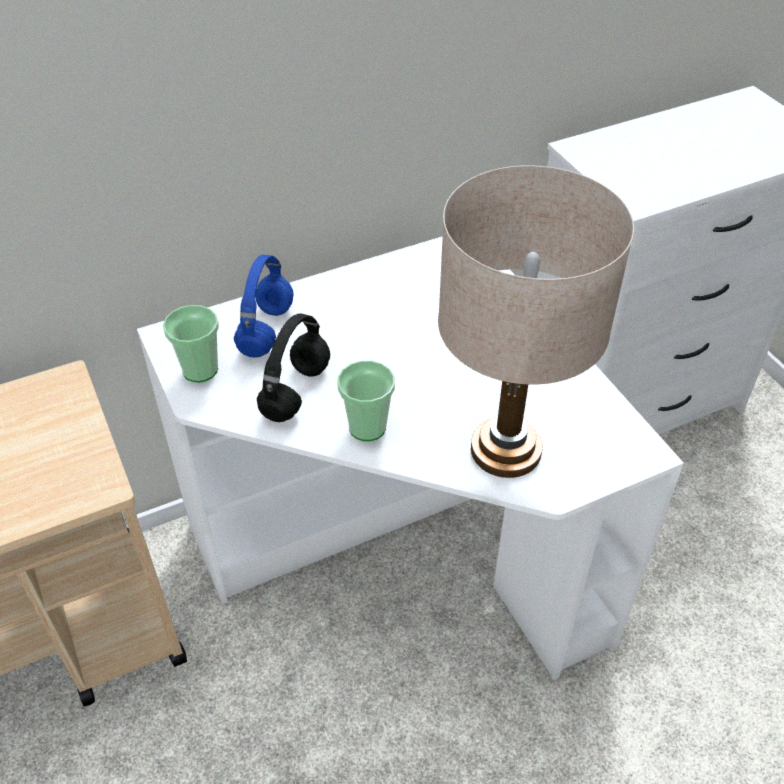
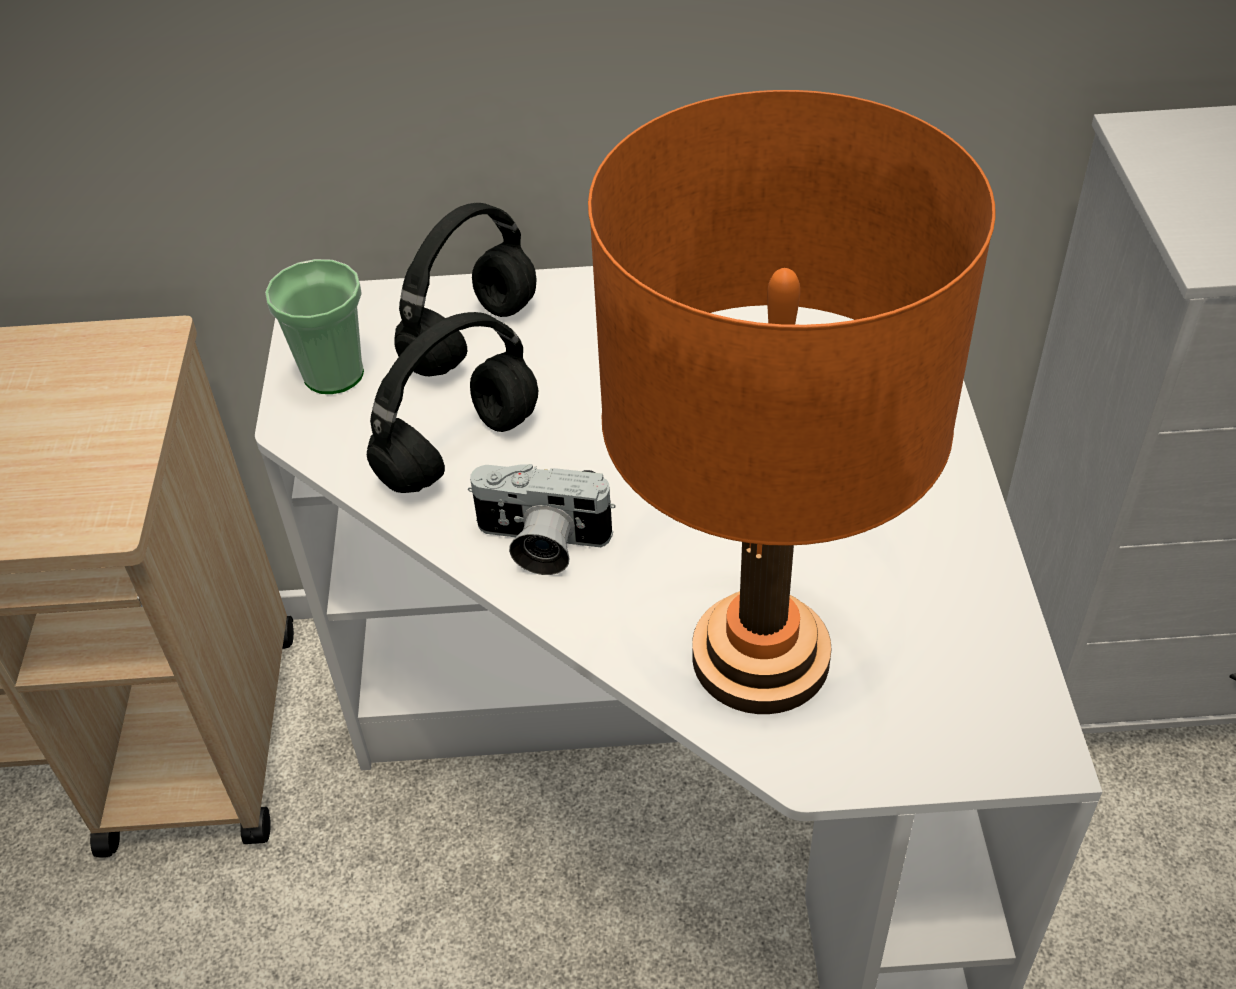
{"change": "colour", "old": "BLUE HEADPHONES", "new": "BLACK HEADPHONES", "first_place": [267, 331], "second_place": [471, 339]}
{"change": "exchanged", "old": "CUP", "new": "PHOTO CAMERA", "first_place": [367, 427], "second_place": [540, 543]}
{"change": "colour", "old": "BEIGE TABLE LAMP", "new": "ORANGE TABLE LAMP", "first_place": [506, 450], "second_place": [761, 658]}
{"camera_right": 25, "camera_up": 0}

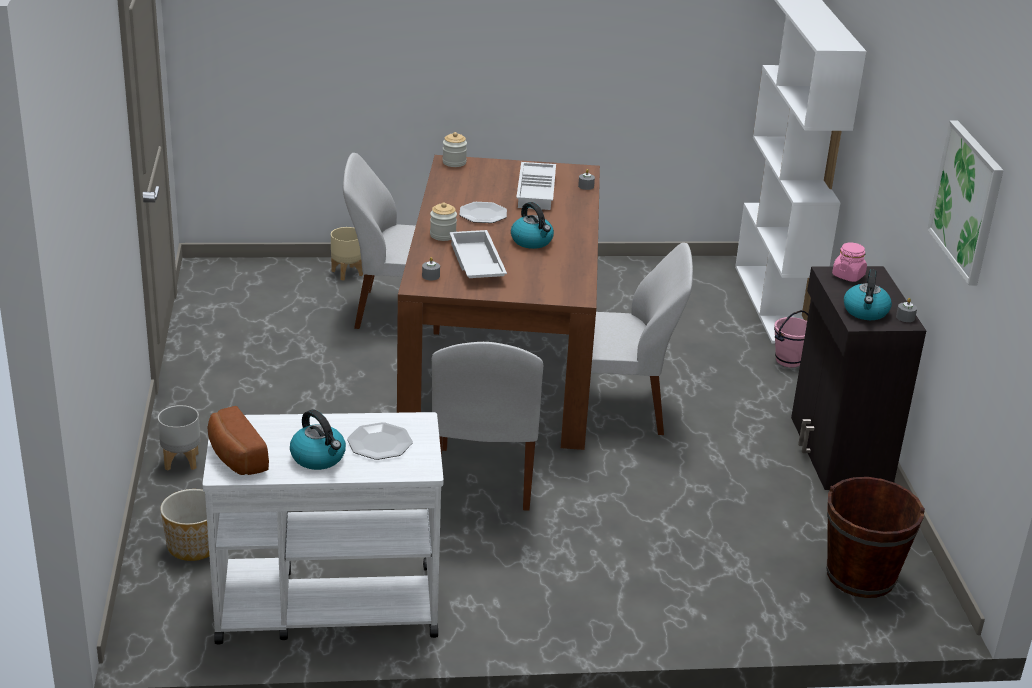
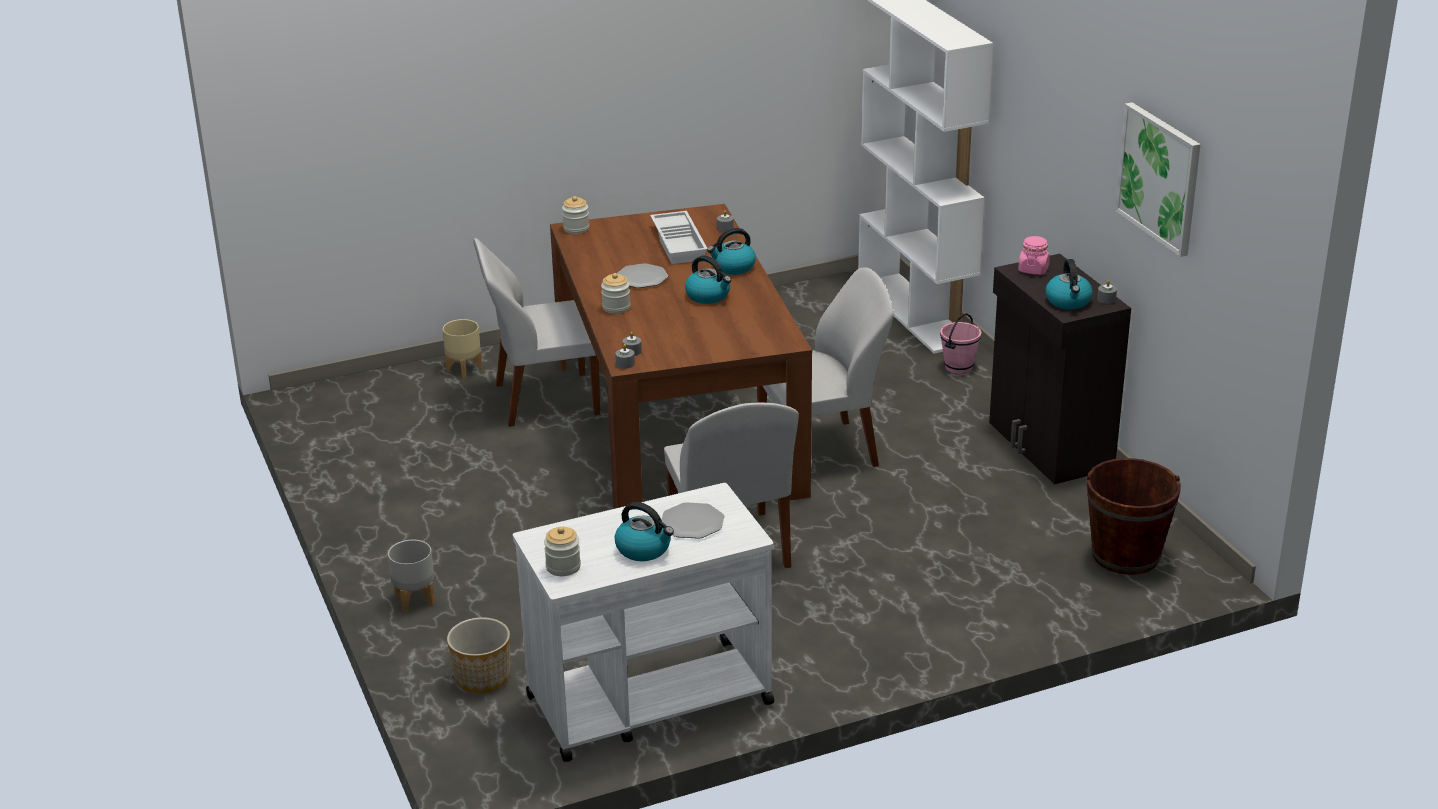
{"change": "exchanged", "old": "BREAD", "new": "JAR", "first_place": [234, 457], "second_place": [563, 567]}
{"change": "appeared", "new": "GREY CANDLE", "second_place": [625, 364]}
{"change": "appeared", "new": "KETTLE", "second_place": [733, 267]}
{"change": "missing", "old": "WHITE TRAY", "first_place": [475, 263]}
{"camera_right": -15, "camera_up": 0}

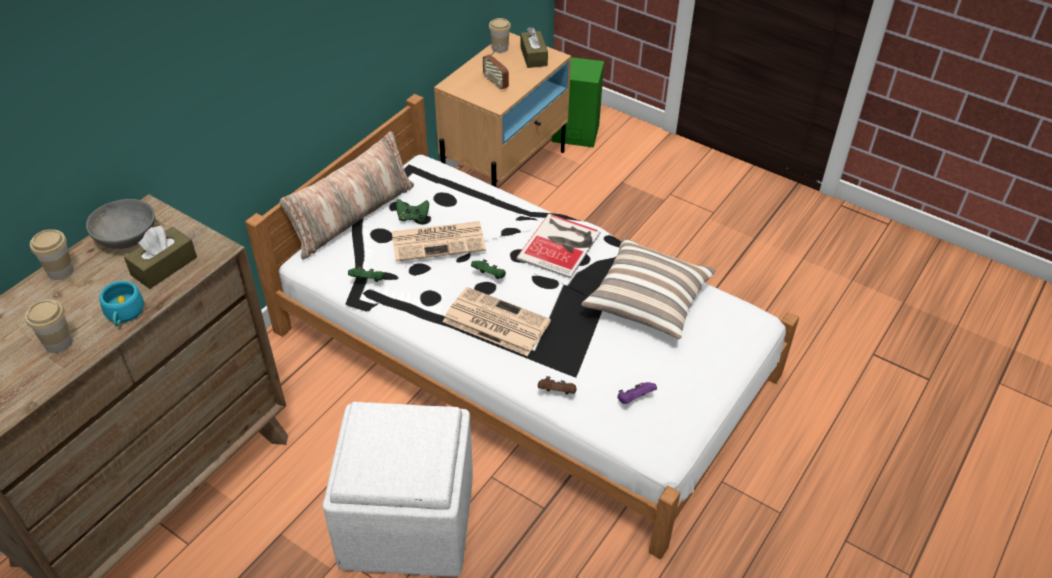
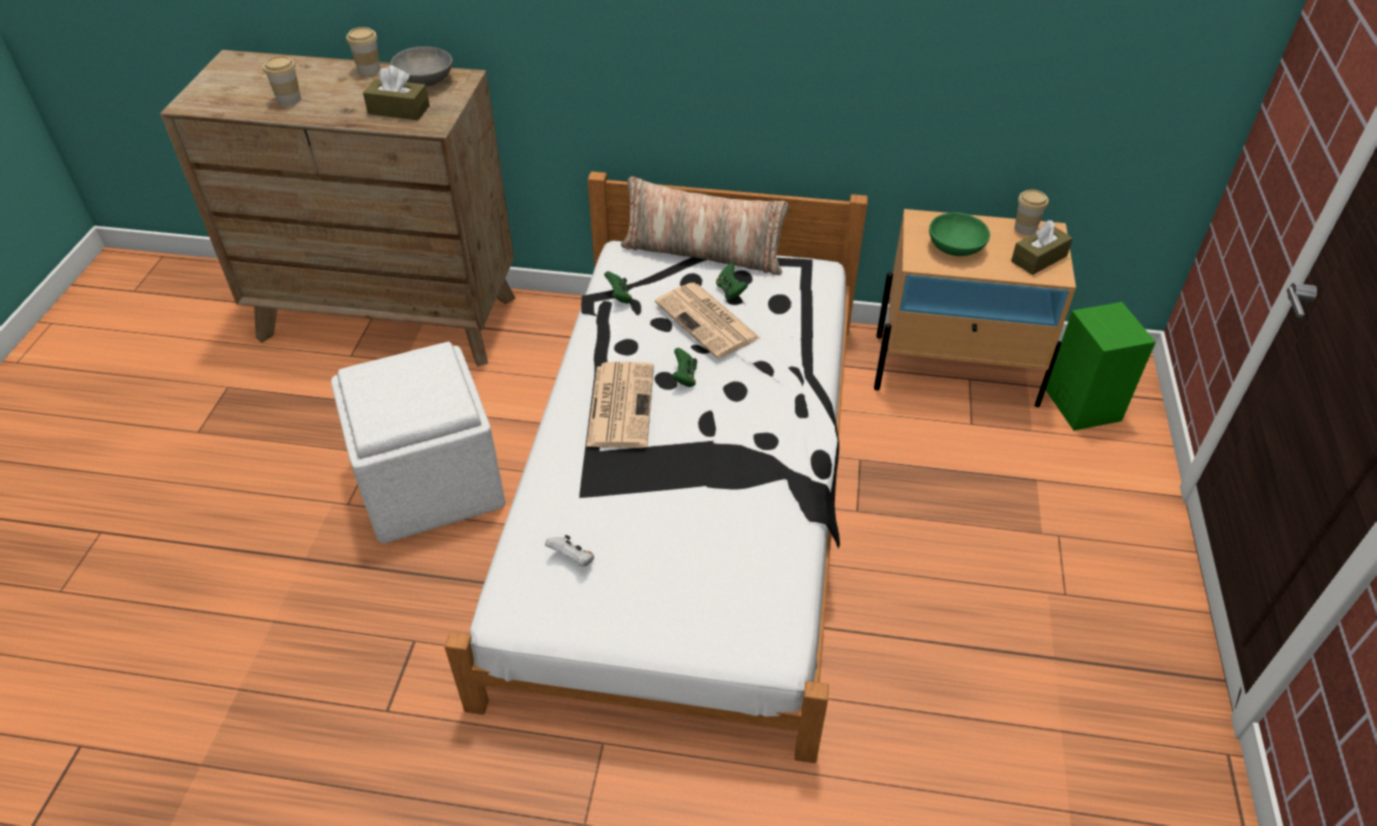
{"change": "colour", "old": "PURPLE GAME CONTROLLER", "new": "WHITE GAME CONTROLLER", "first_place": [634, 399], "second_place": [572, 559]}
{"change": "exchanged", "old": "RADIO", "new": "GREEN BOWL", "first_place": [496, 83], "second_place": [956, 248]}
{"change": "missing", "old": "TURQUOISE CUP", "first_place": [124, 314]}
{"change": "missing", "old": "BOOK", "first_place": [561, 245]}
{"change": "missing", "old": "BROWN GAME CONTROLLER", "first_place": [557, 393]}
{"change": "missing", "old": "PILLOW", "first_place": [647, 302]}
{"camera_right": 65, "camera_up": 0}

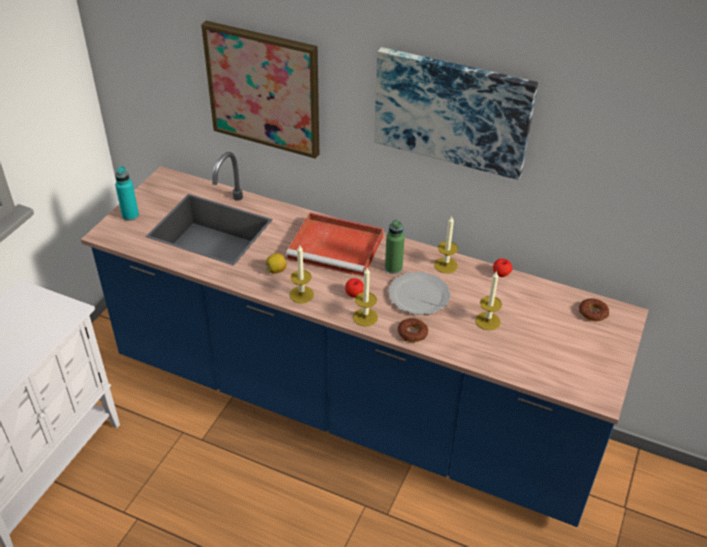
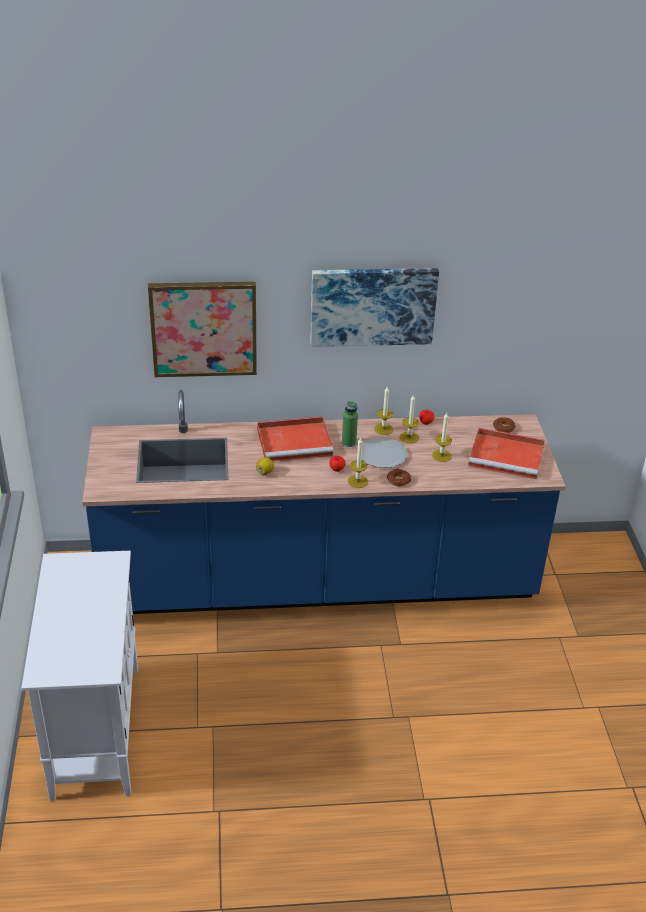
{"change": "relocated", "old": "CANDLE", "first_place": [301, 294], "second_place": [409, 437]}
{"change": "appeared", "new": "RED TRAY", "second_place": [508, 456]}
{"change": "missing", "old": "TURQUOISE BOTTLE", "first_place": [130, 215]}
{"camera_right": -30, "camera_up": -5}

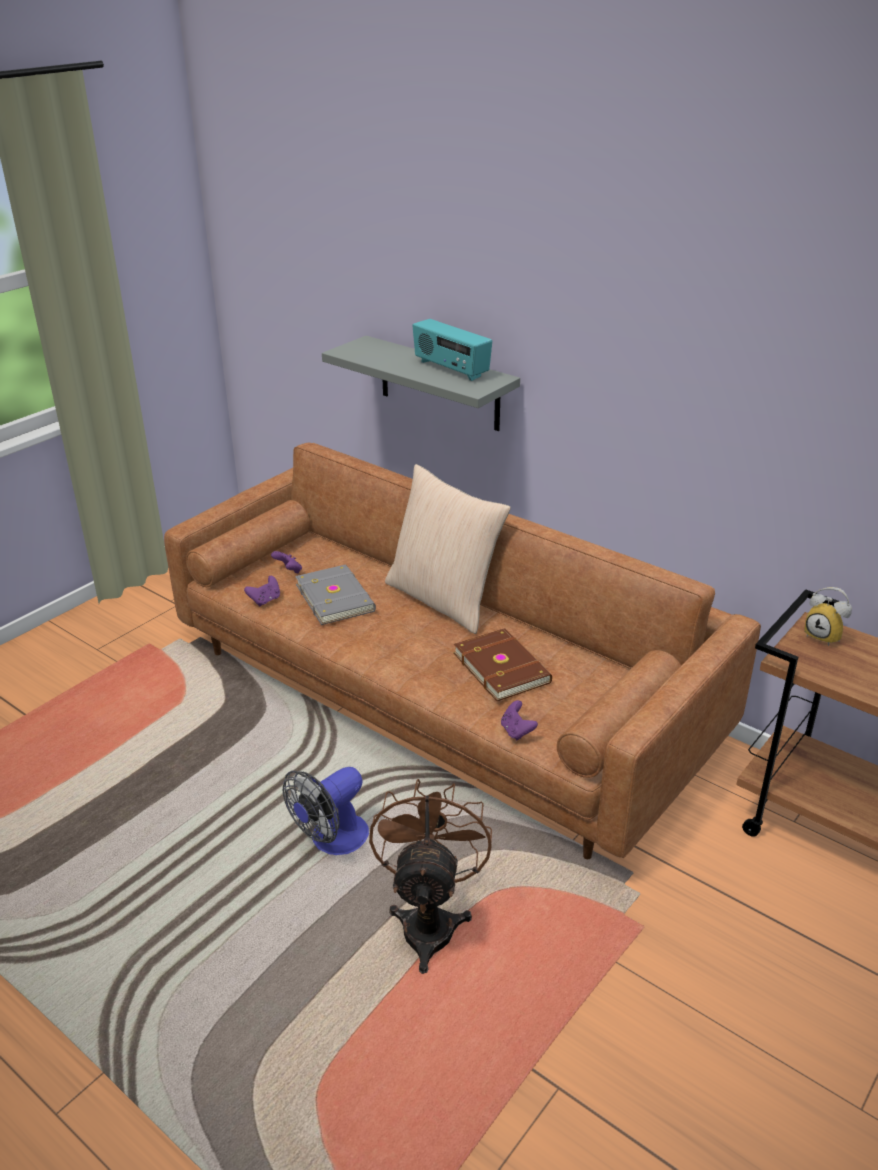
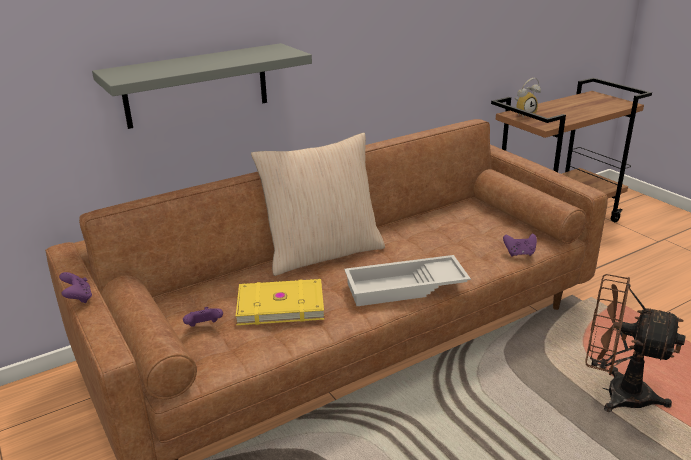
{"change": "relocated", "old": "PURPLE GAME CONTROLLER", "first_place": [265, 600], "second_place": [78, 298]}
{"change": "colour", "old": "GREY BOOK", "new": "YELLOW BOOK", "first_place": [336, 597], "second_place": [280, 304]}
{"change": "appeared", "new": "WHITE TRAY", "second_place": [405, 288]}
{"change": "missing", "old": "FAN", "first_place": [332, 841]}
{"change": "missing", "old": "RADIO", "first_place": [450, 369]}
{"change": "missing", "old": "BROWN BOOK", "first_place": [502, 667]}
{"camera_right": -70, "camera_up": -5}

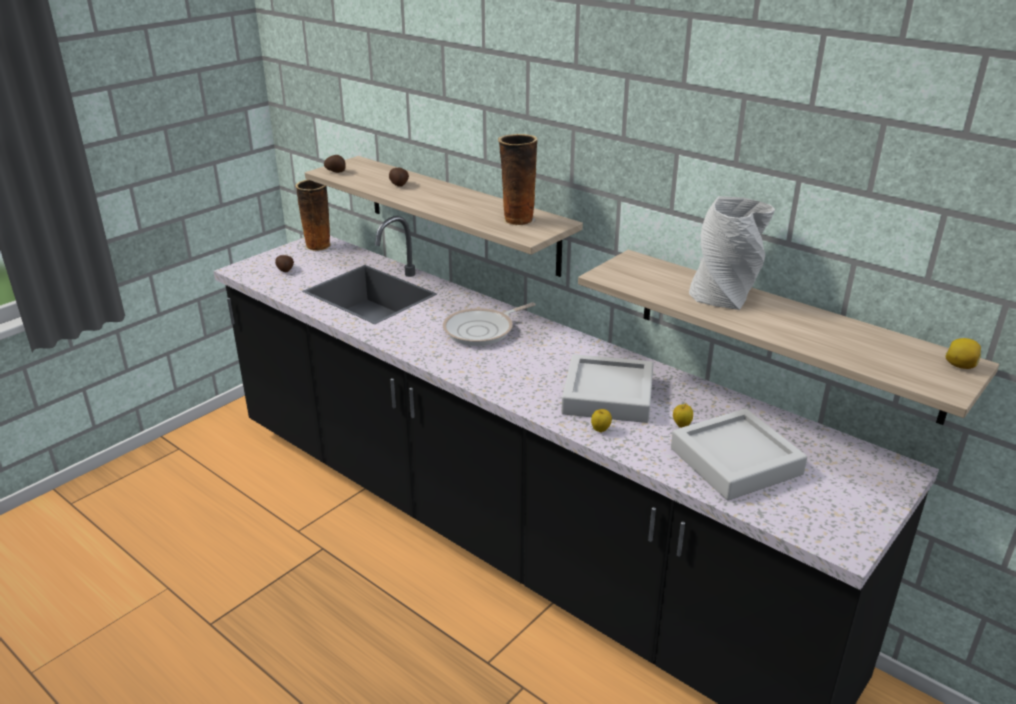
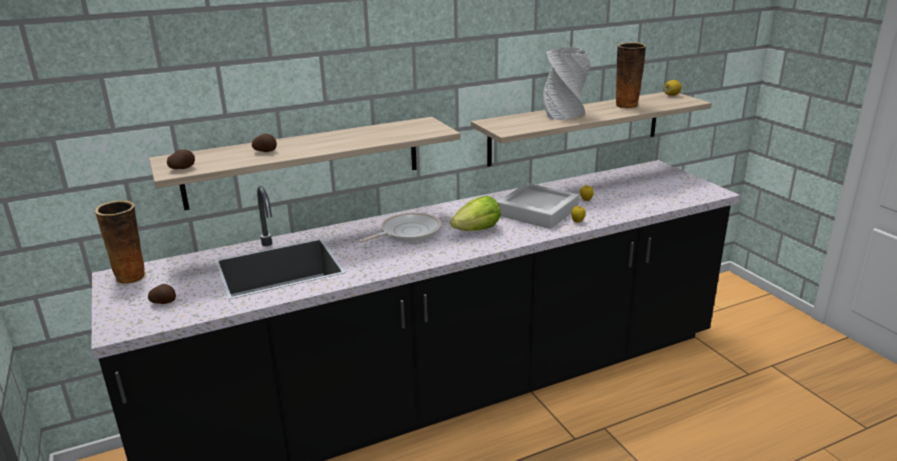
{"change": "spun", "old": "FRYING PAN", "first_place": [482, 330], "second_place": [407, 232], "degrees": -120}
{"change": "appeared", "new": "LETTUCE", "second_place": [477, 230]}
{"change": "relocated", "old": "VASE", "first_place": [517, 220], "second_place": [626, 106]}
{"change": "missing", "old": "GREY TRAY", "first_place": [735, 461]}
{"camera_right": -65, "camera_up": -5}

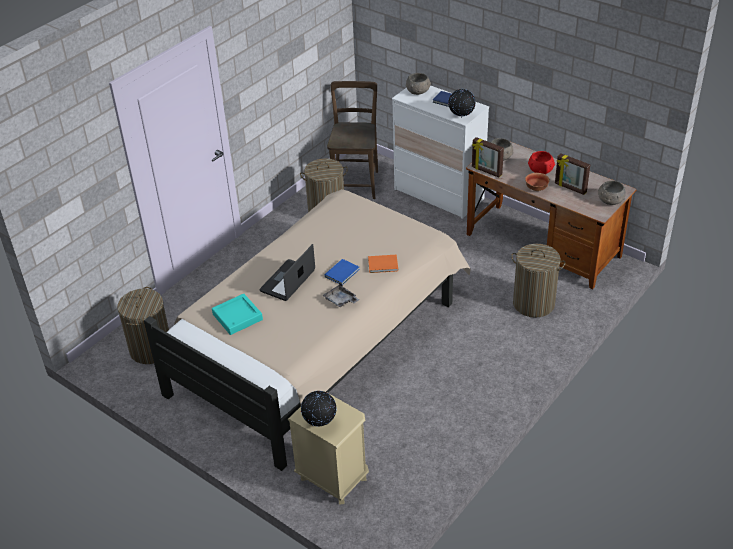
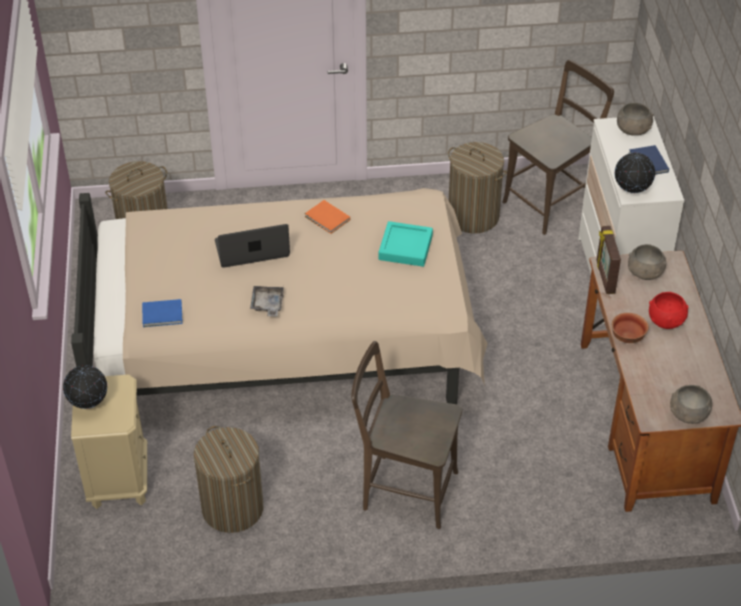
{"change": "relocated", "old": "BLUE BOOK", "first_place": [343, 273], "second_place": [163, 315]}
{"change": "relocated", "old": "LAUNDRY BASKET", "first_place": [533, 303], "second_place": [233, 508]}
{"change": "relocated", "old": "ORANGE BOOK", "first_place": [384, 265], "second_place": [327, 219]}
{"change": "appeared", "new": "BROWN CHAIR", "second_place": [404, 489]}
{"change": "relocated", "old": "TURQUOISE TRAY", "first_place": [237, 317], "second_place": [405, 247]}
{"change": "missing", "old": "PICTURE FRAME", "first_place": [570, 188]}
{"camera_right": 45, "camera_up": 5}

